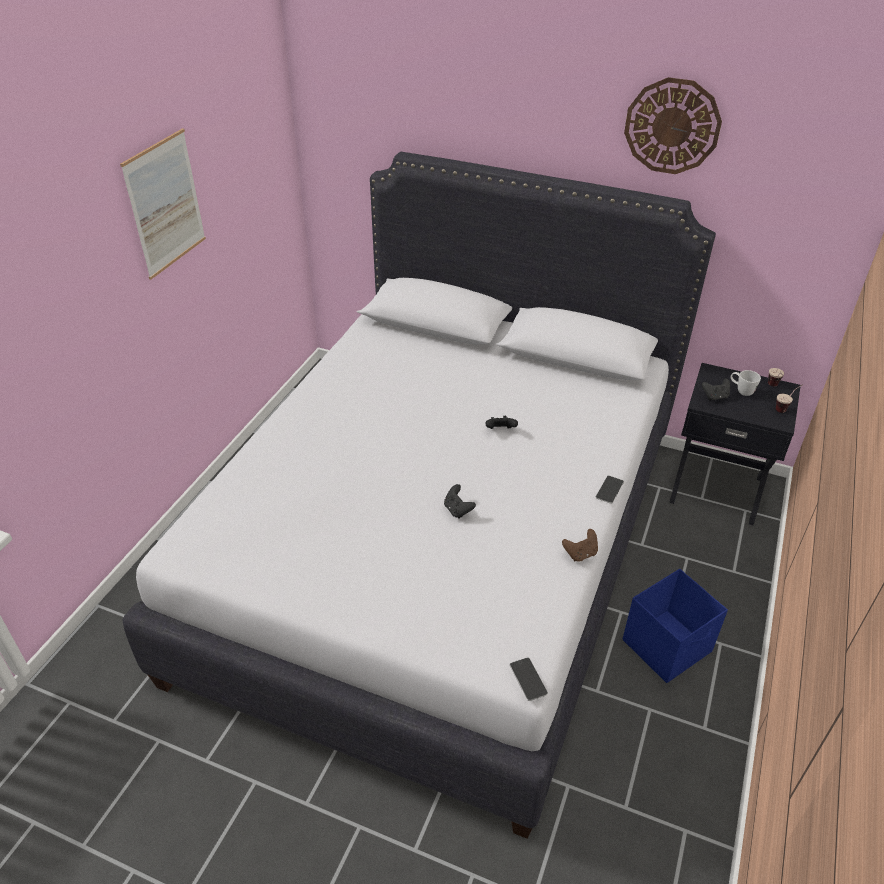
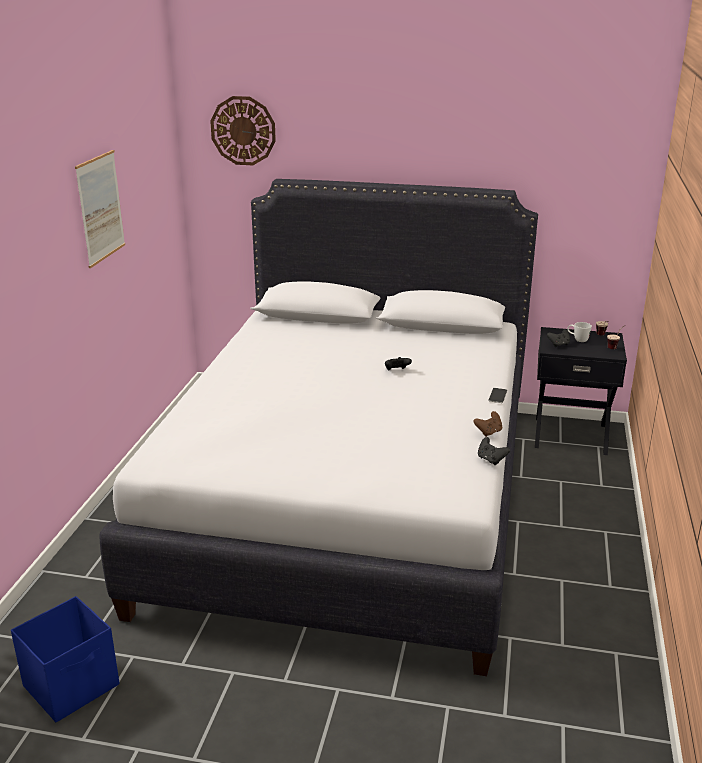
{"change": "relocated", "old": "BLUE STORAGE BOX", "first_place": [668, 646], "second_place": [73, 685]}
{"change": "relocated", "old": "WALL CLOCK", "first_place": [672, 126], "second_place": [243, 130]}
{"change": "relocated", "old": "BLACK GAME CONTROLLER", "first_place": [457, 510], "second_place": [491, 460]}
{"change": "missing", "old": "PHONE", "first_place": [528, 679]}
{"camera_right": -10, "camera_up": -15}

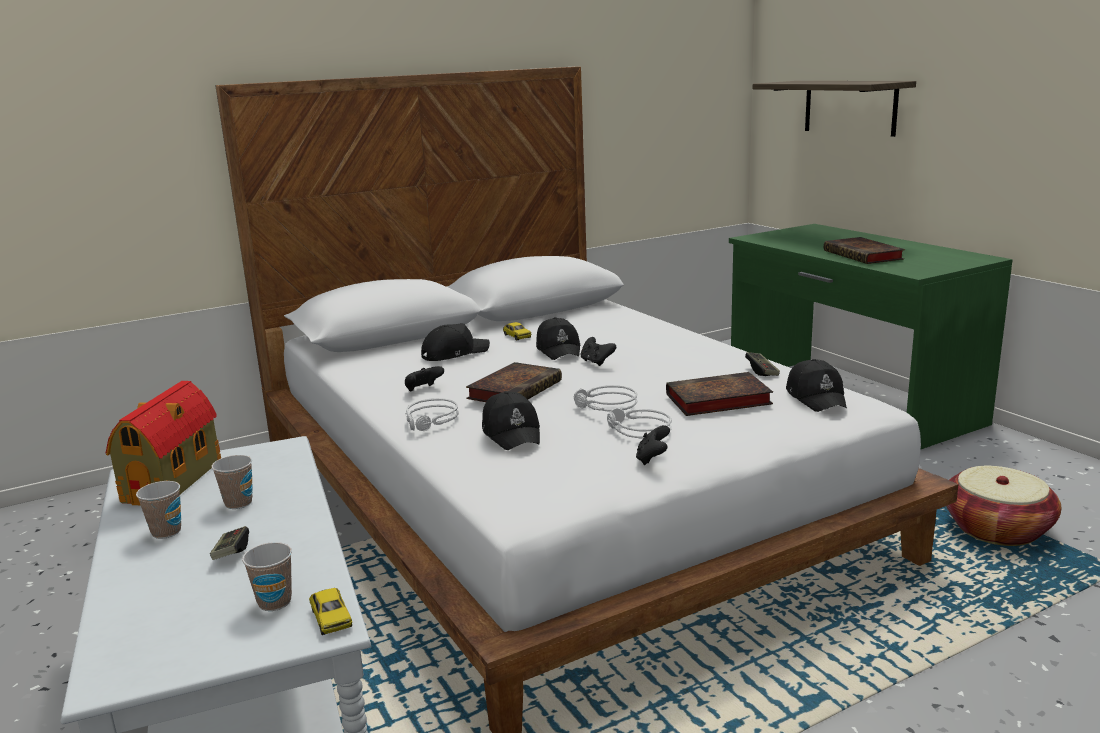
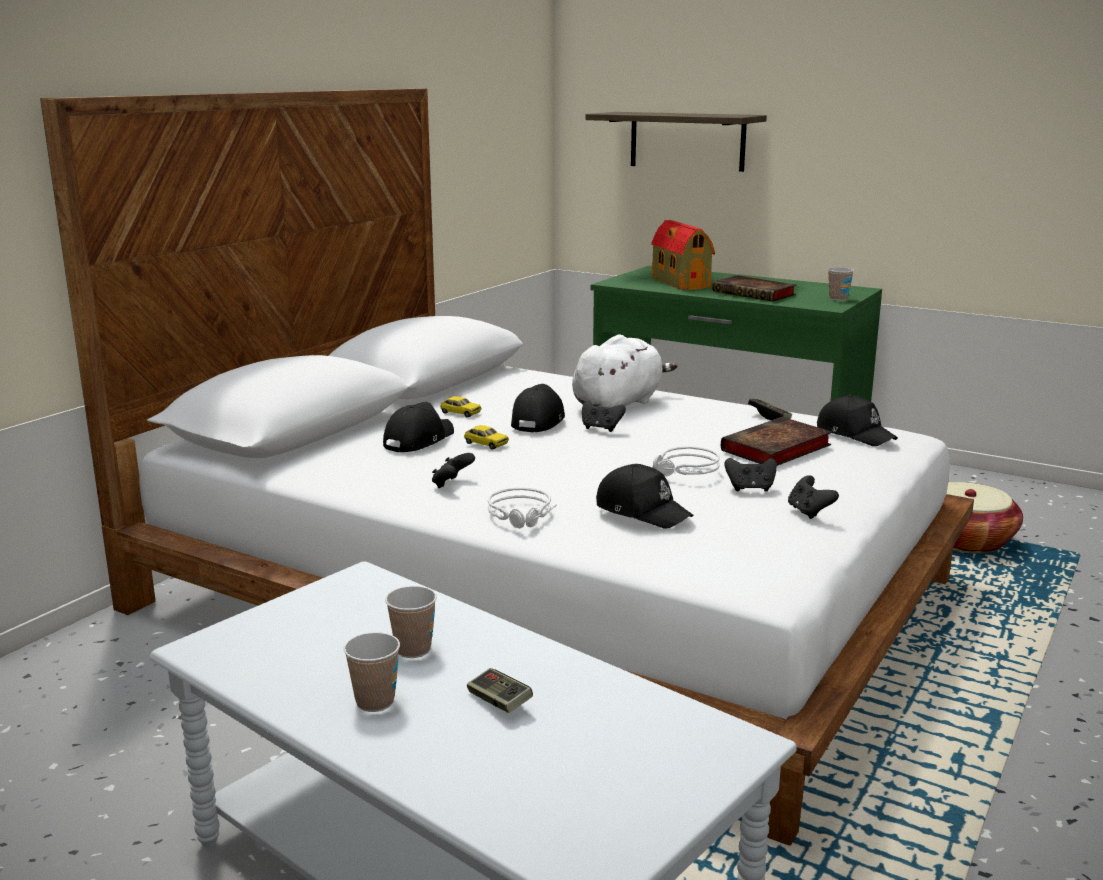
{"change": "relocated", "old": "TOY CAR", "first_place": [331, 618], "second_place": [486, 444]}
{"change": "spun", "old": "BLACK CAP", "first_place": [559, 349], "second_place": [538, 421], "degrees": -120}
{"change": "appeared", "new": "WHITE PLUSH TOY", "second_place": [619, 404]}
{"change": "relocated", "old": "TOY HOUSE", "first_place": [175, 480], "second_place": [680, 282]}
{"change": "exchanged", "old": "GREY HEADPHONES", "new": "BLACK GAME CONTROLLER", "first_place": [637, 430], "second_place": [750, 488]}
{"change": "relocated", "old": "CUP", "first_place": [274, 602], "second_place": [838, 299]}
{"change": "missing", "old": "BOOK", "first_place": [515, 389]}
{"camera_right": -30, "camera_up": 0}

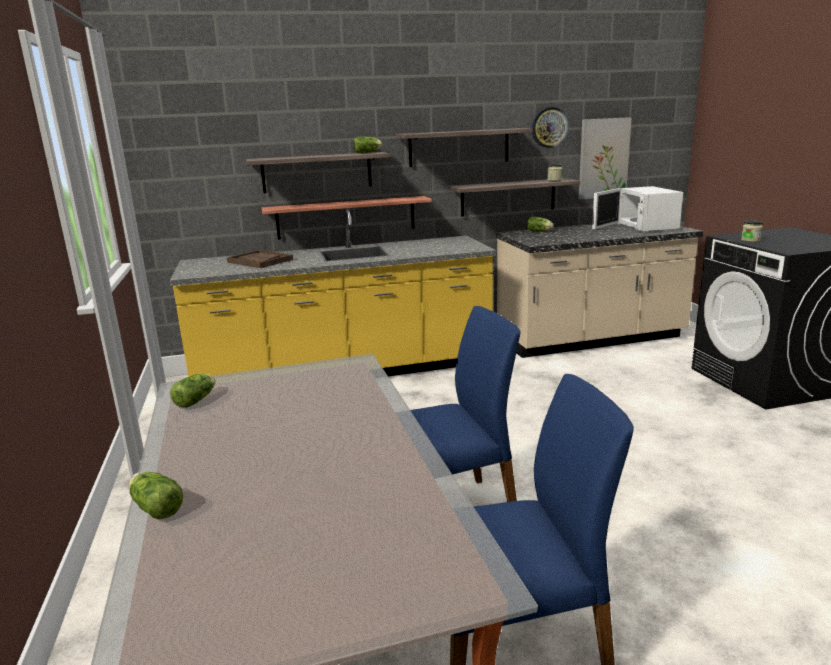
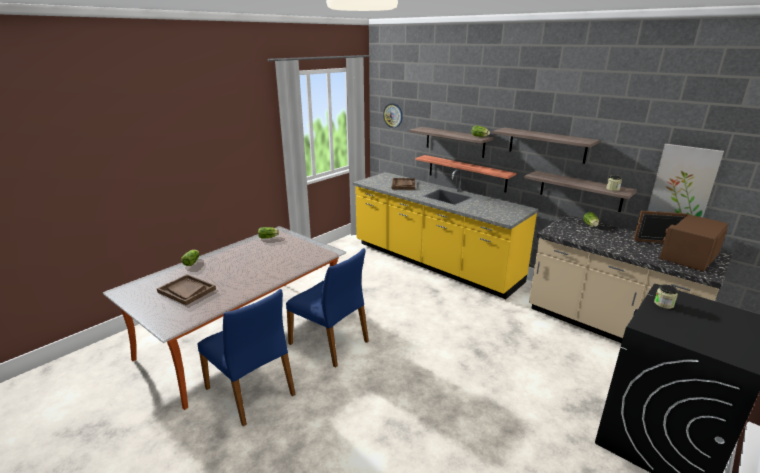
{"change": "appeared", "new": "BROWN TRAY", "second_place": [186, 290]}
{"change": "relocated", "old": "WALL CLOCK", "first_place": [549, 127], "second_place": [393, 115]}
{"change": "colour", "old": "WHITE MICROWAVE", "new": "BROWN MICROWAVE", "first_place": [642, 226], "second_place": [686, 255]}
{"camera_right": 55, "camera_up": 5}

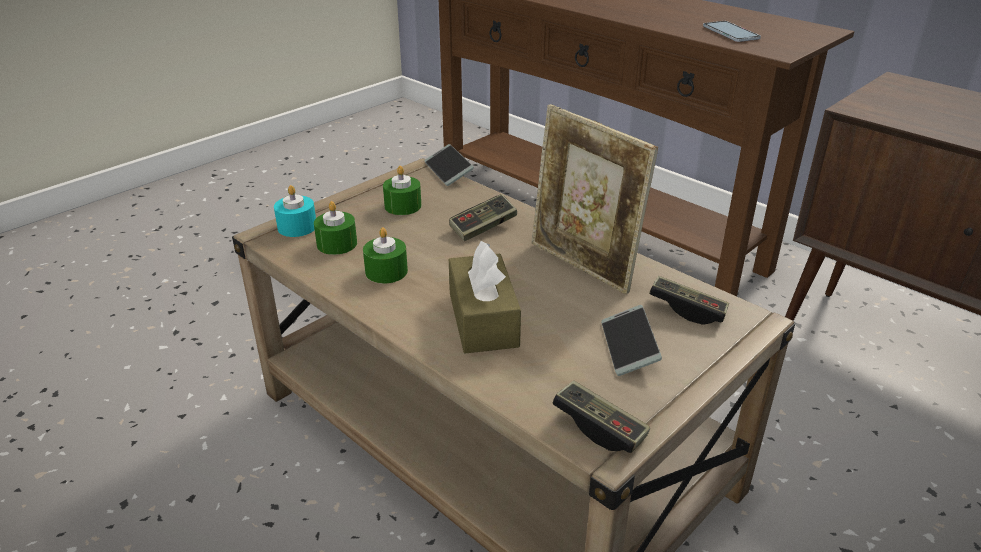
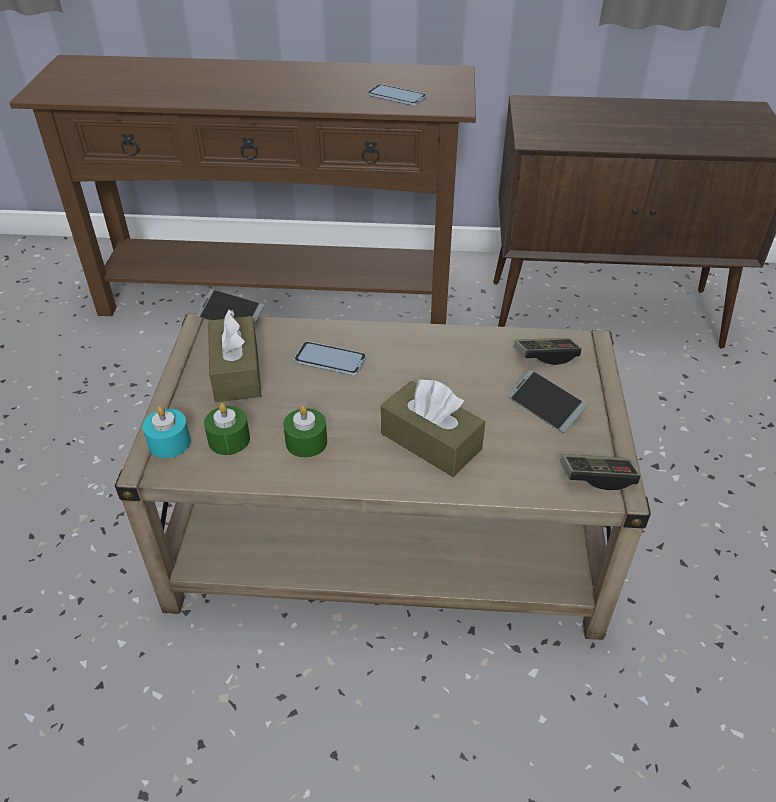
{"change": "exchanged", "old": "GREEN CANDLE", "new": "BROWN TISSUE BOX", "first_place": [403, 206], "second_place": [236, 372]}
{"change": "exchanged", "old": "GAME CONTROLLER", "new": "PHONE", "first_place": [483, 228], "second_place": [330, 359]}
{"change": "missing", "old": "PICTURE FRAME", "first_place": [583, 266]}
{"camera_right": -40, "camera_up": 10}

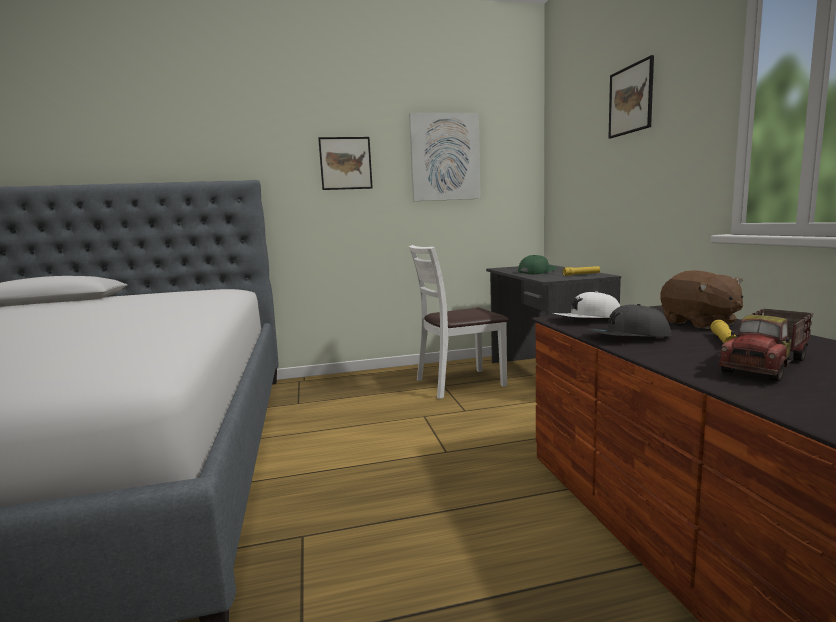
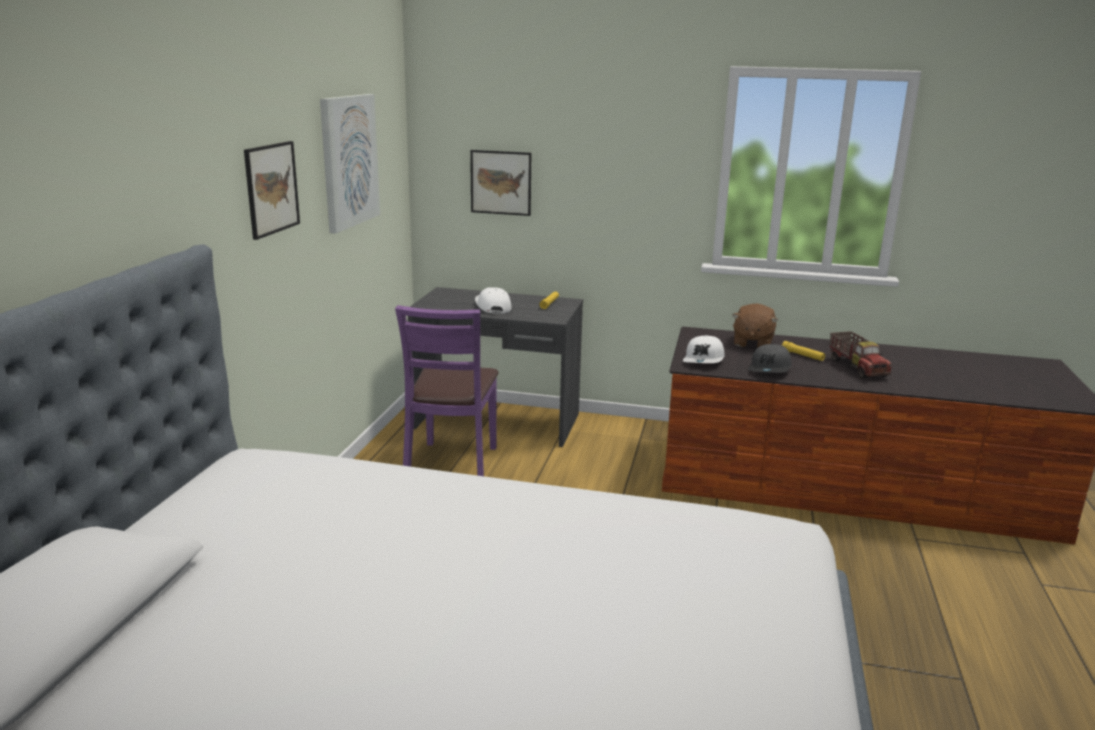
{"change": "colour", "old": "WHITE CHAIR", "new": "PURPLE CHAIR", "first_place": [459, 383], "second_place": [452, 466]}
{"change": "relocated", "old": "PICTURE", "first_place": [630, 99], "second_place": [501, 182]}
{"change": "colour", "old": "GREEN CAP", "new": "WHITE CAP", "first_place": [536, 272], "second_place": [492, 307]}
{"change": "spun", "old": "BROWN PLUSH TOY", "first_place": [699, 323], "second_place": [752, 343], "degrees": 105}
{"camera_right": -65, "camera_up": 10}

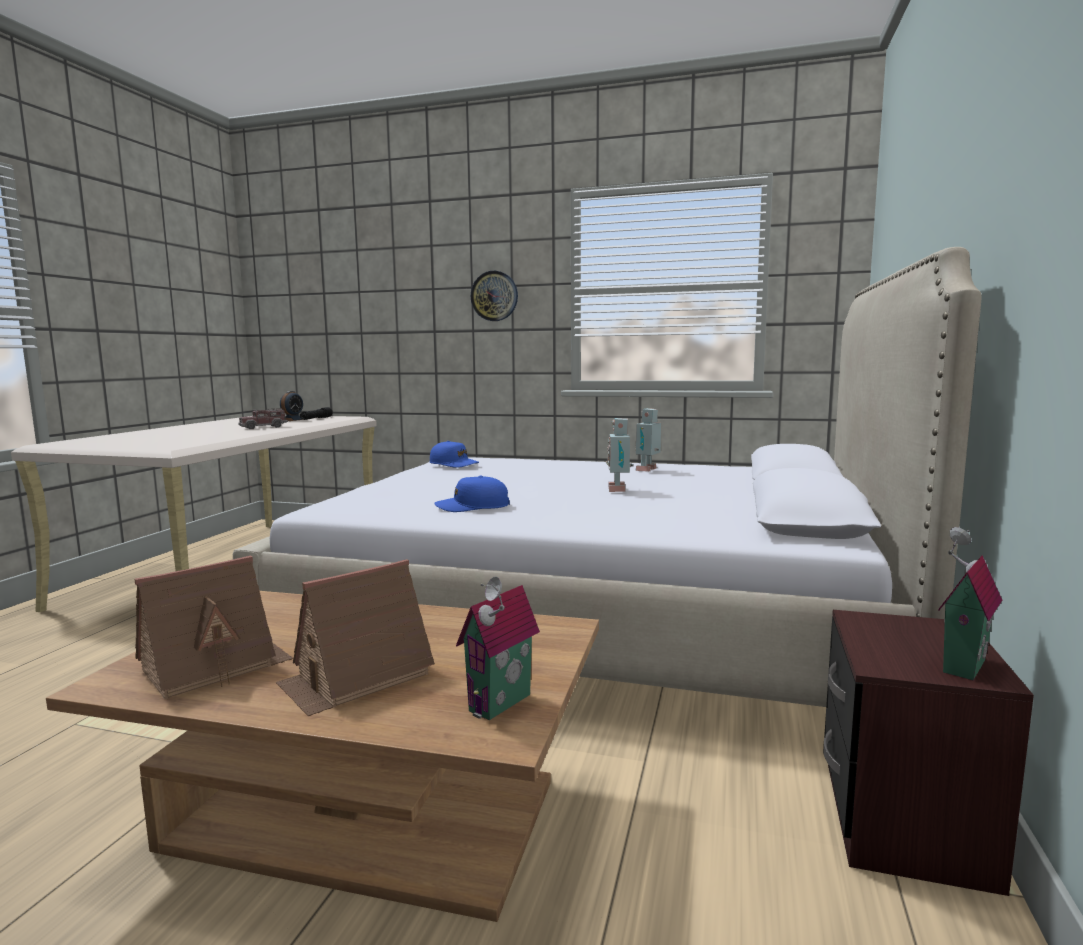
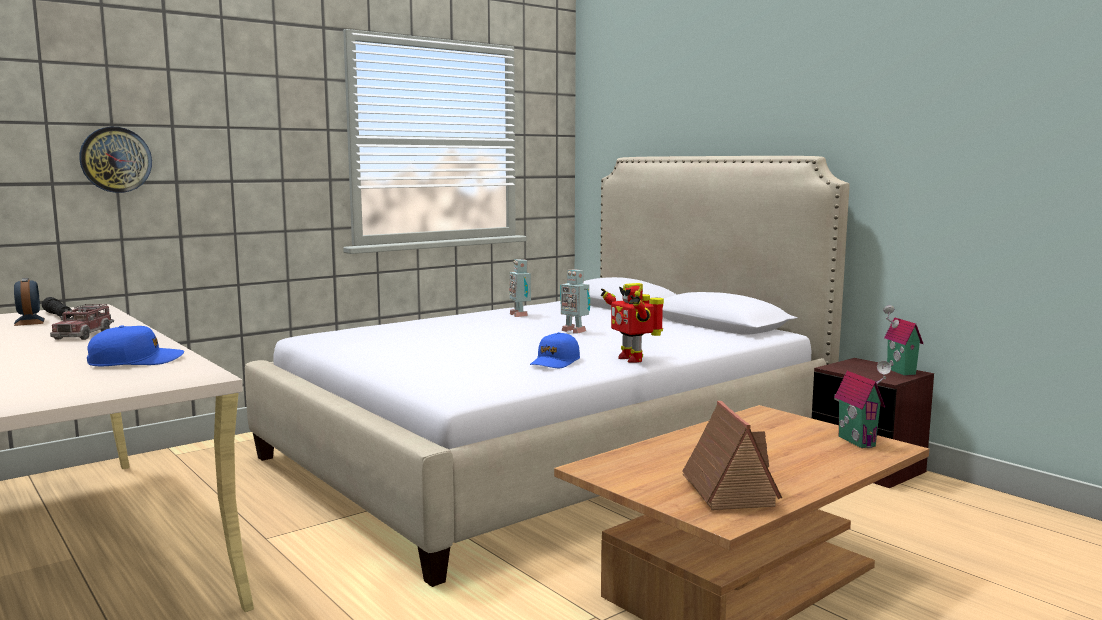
{"change": "relocated", "old": "WALL CLOCK", "first_place": [494, 296], "second_place": [115, 159]}
{"change": "relocated", "old": "BLUE CAP", "first_place": [454, 464], "second_place": [136, 361]}
{"change": "appeared", "new": "TOY ROBOT", "second_place": [632, 359]}
{"change": "missing", "old": "TOY HOUSE", "first_place": [356, 678]}
{"camera_right": -55, "camera_up": 0}

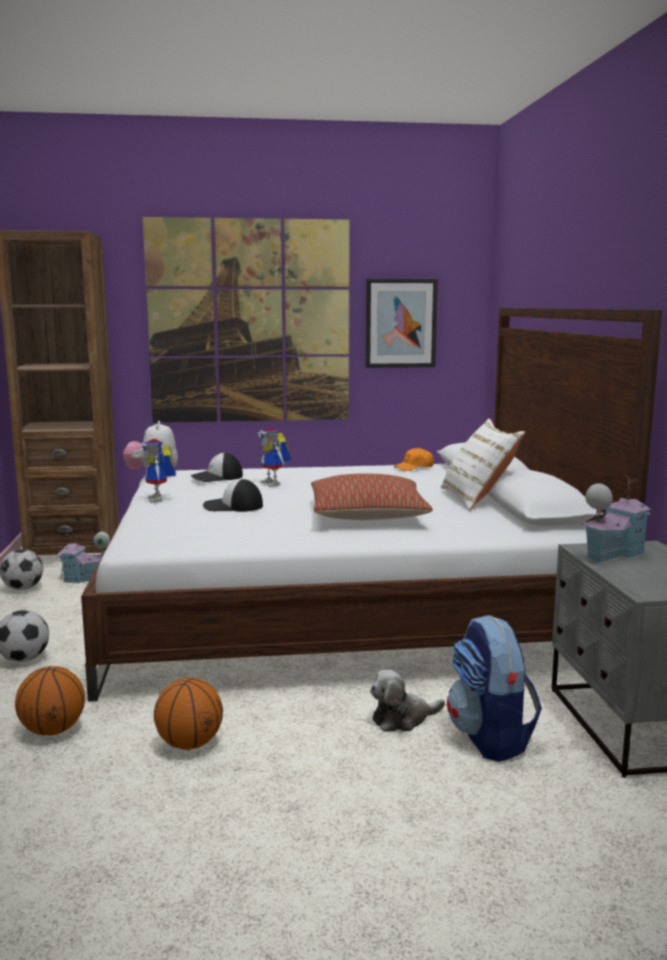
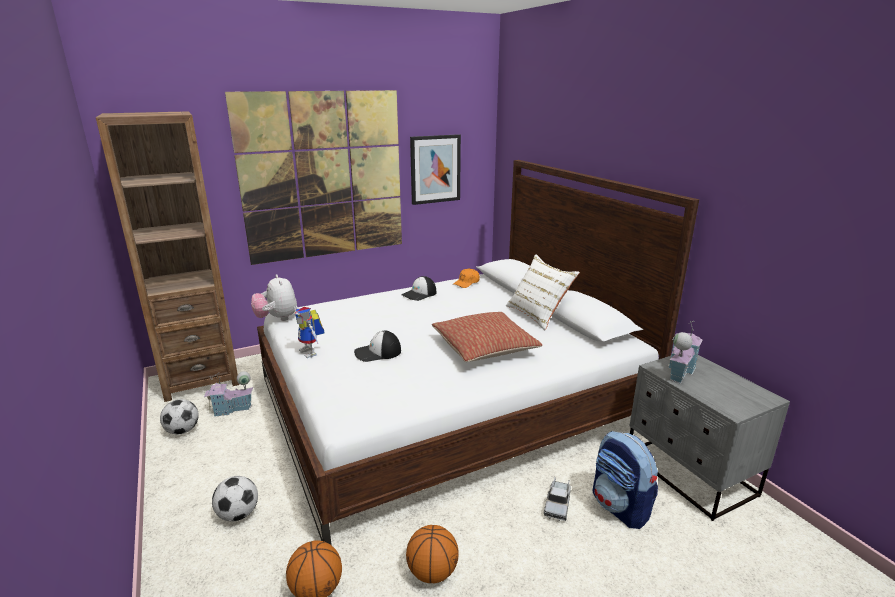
{"change": "relocated", "old": "CAP", "first_place": [217, 477], "second_place": [419, 294]}
{"change": "exchanged", "old": "PLUSH TOY", "new": "TOY TRUCK", "first_place": [403, 719], "second_place": [557, 504]}
{"change": "missing", "old": "TOY ROBOT", "first_place": [275, 483]}
{"camera_right": -20, "camera_up": 10}

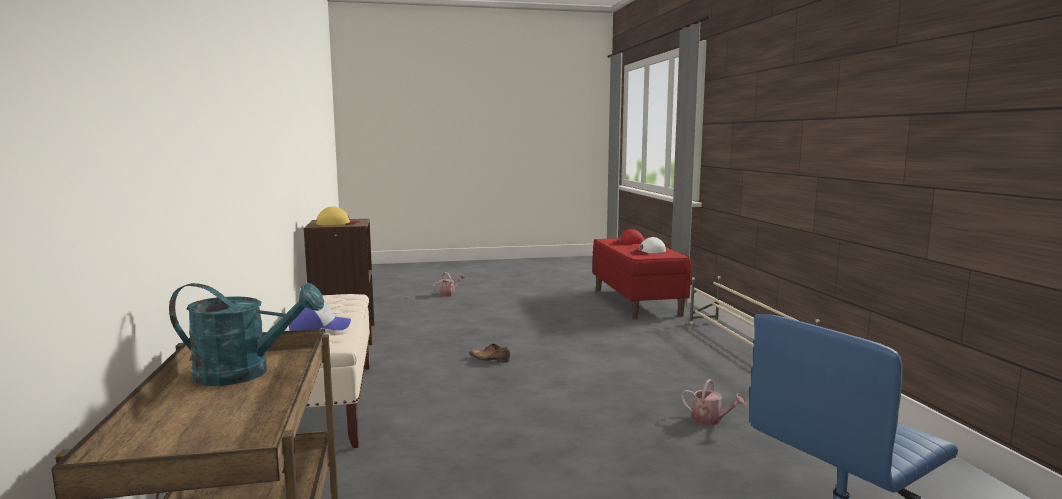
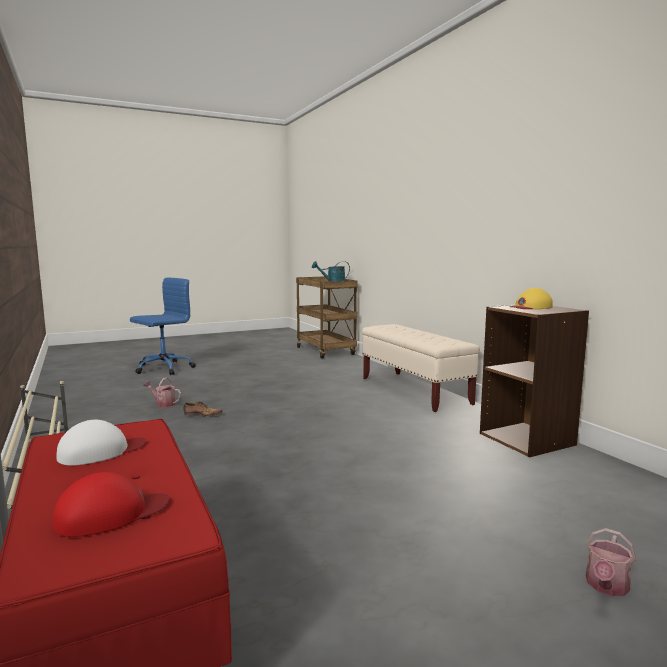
{"change": "relocated", "old": "SHOE", "first_place": [490, 359], "second_place": [202, 415]}
{"change": "missing", "old": "CAP", "first_place": [319, 328]}
{"camera_right": 165, "camera_up": 0}

